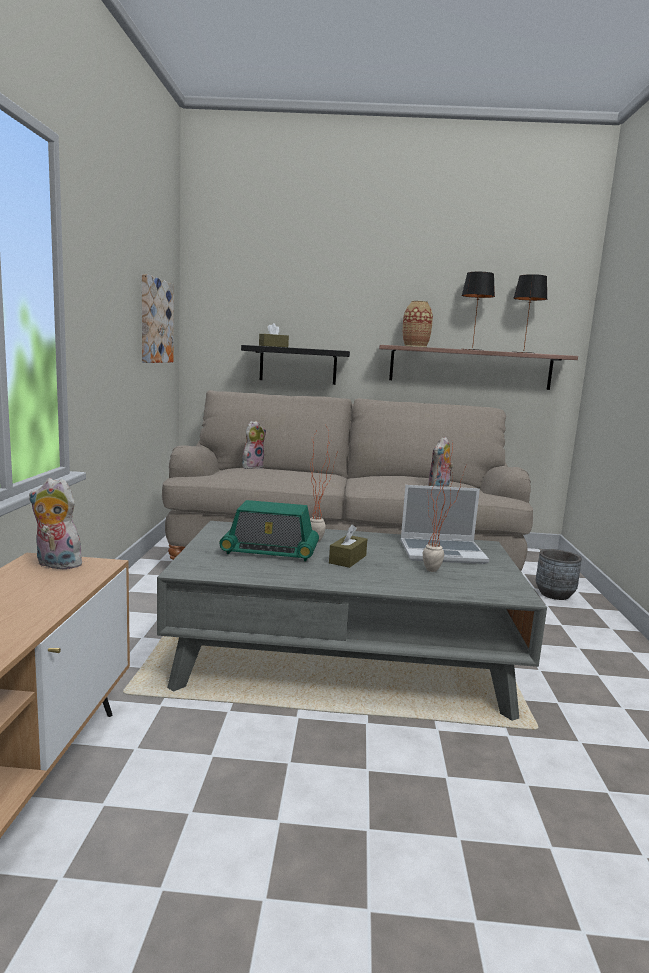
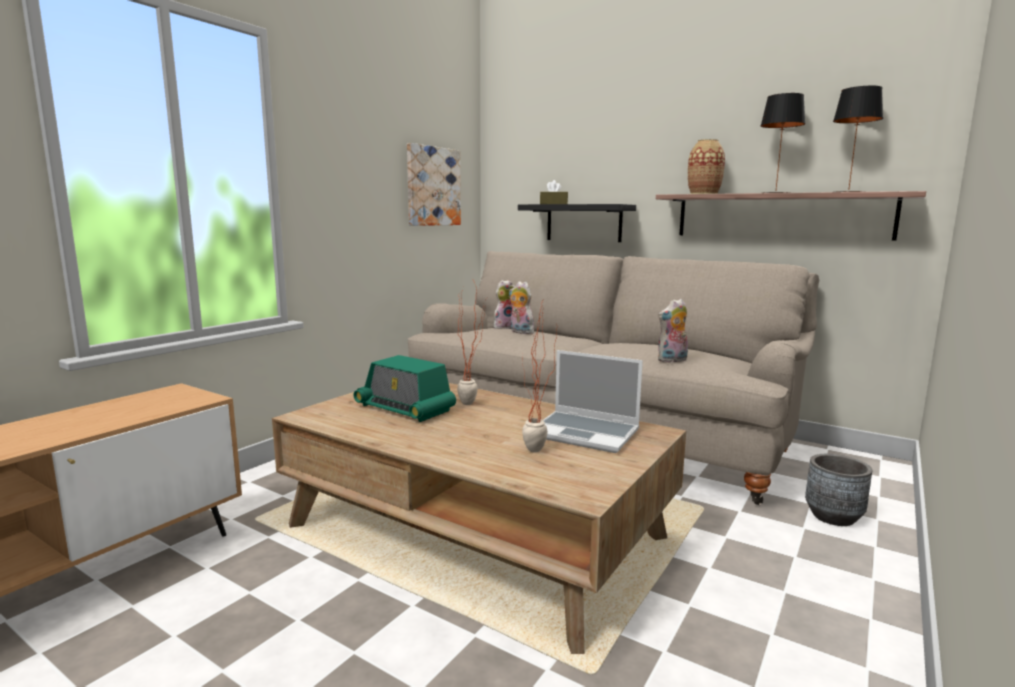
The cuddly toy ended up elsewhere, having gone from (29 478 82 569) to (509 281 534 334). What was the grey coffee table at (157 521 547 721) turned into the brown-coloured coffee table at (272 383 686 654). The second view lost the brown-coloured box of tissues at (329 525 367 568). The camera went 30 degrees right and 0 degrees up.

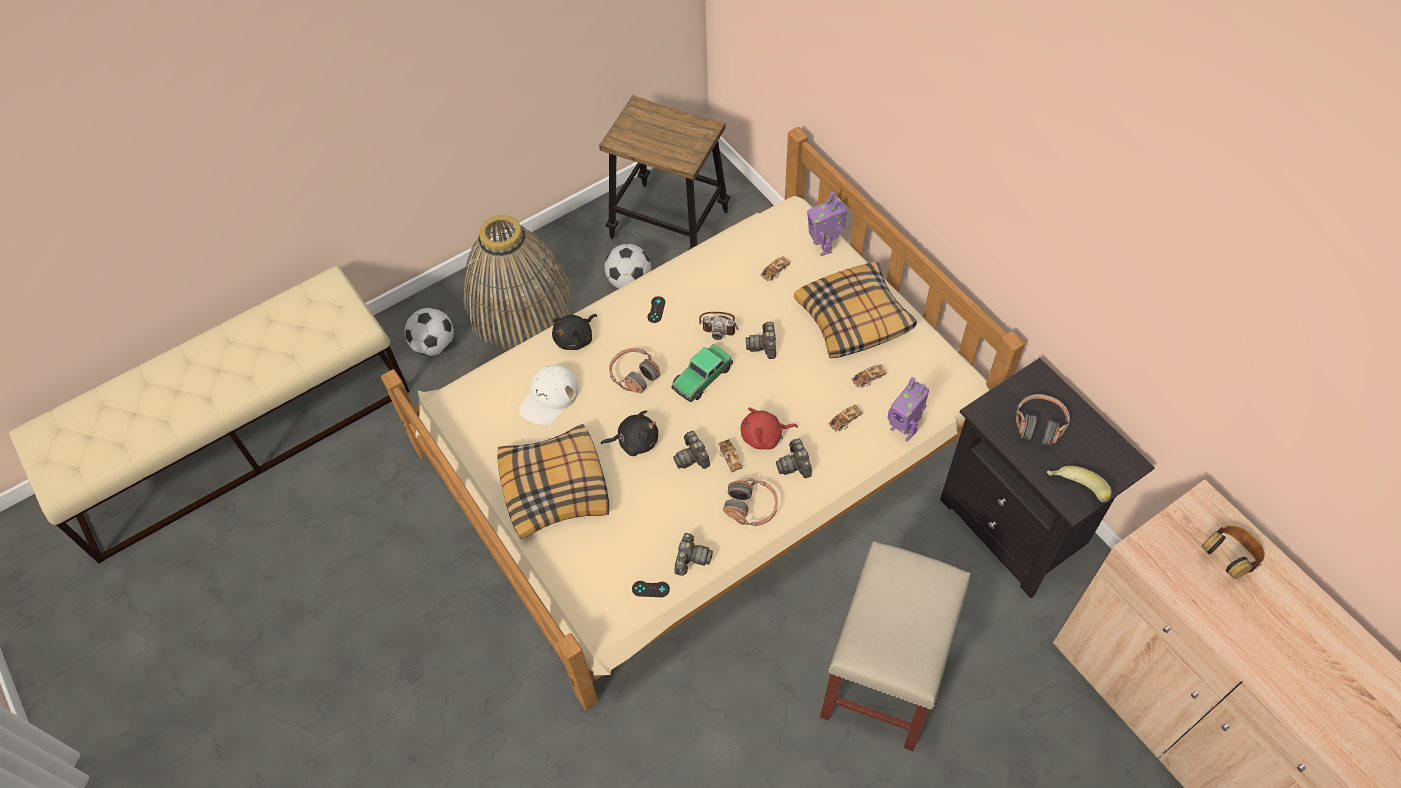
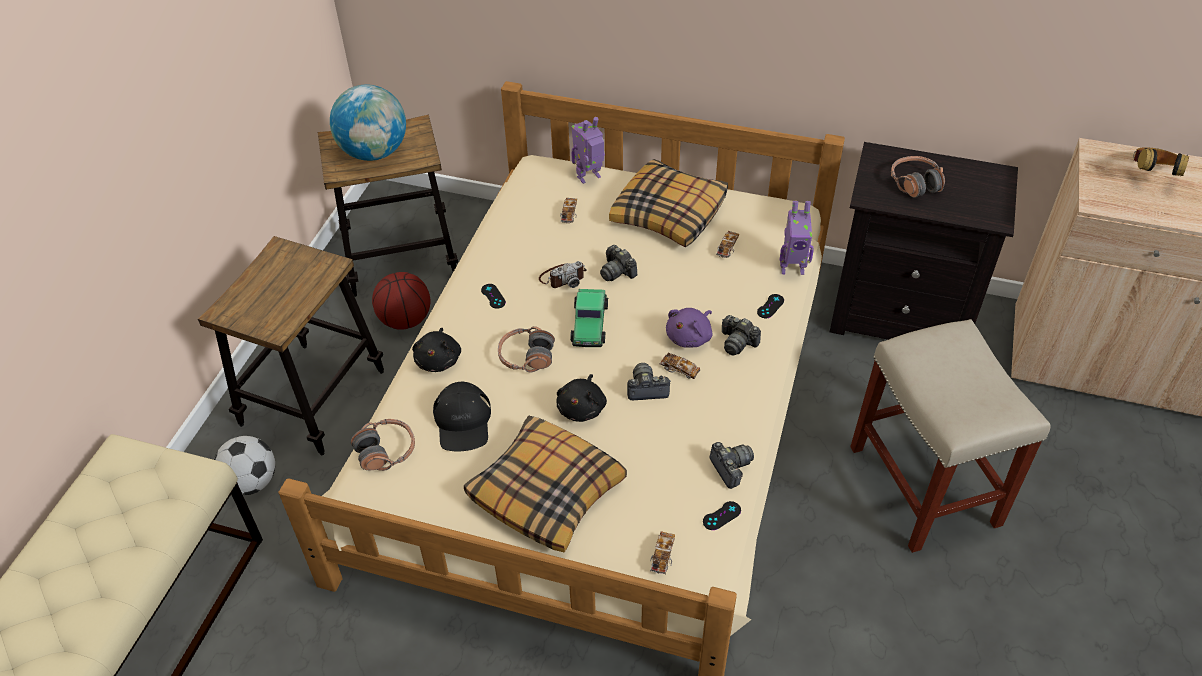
Where the household basket stood at (463 215 574 349), the stool came to stand at (198 236 384 455). What was the white-coloured baseball cap at (519 365 579 425) turned into the black baseball cap at (433 382 491 452). The black cuddly toy at (601 410 658 456) ended up facing another way, 150 degrees clockwise from before. Where the ball for football stood at (604 244 651 289), the ball for basketball came to stand at (372 272 430 330). The still camera at (673 431 710 469) ended up facing another way, 150 degrees clockwise from before. The headset ended up elsewhere, having gone from (723 478 778 526) to (351 419 415 471). What was the red-coloured cuddly toy at (741 408 798 449) turned into the purplish cuddly toy at (666 308 713 347). The robot figure at (807 191 847 256) ended up facing another way, 120 degrees clockwise from before. The toy car ended up elsewhere, having gone from (828 405 863 431) to (650 531 675 575). The second view lost the whole banana at (1047 466 1112 502). The second view gained the globe at (330 85 406 161). The second view gained the black game controller at (757 294 784 318). The camera went 40 degrees left and 10 degrees down.

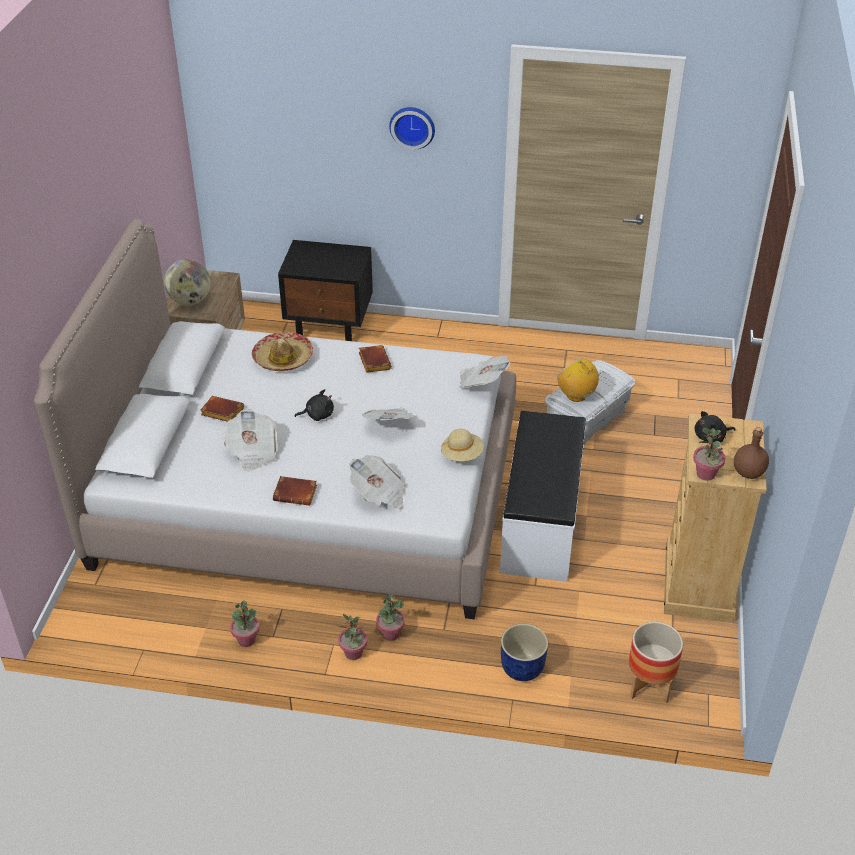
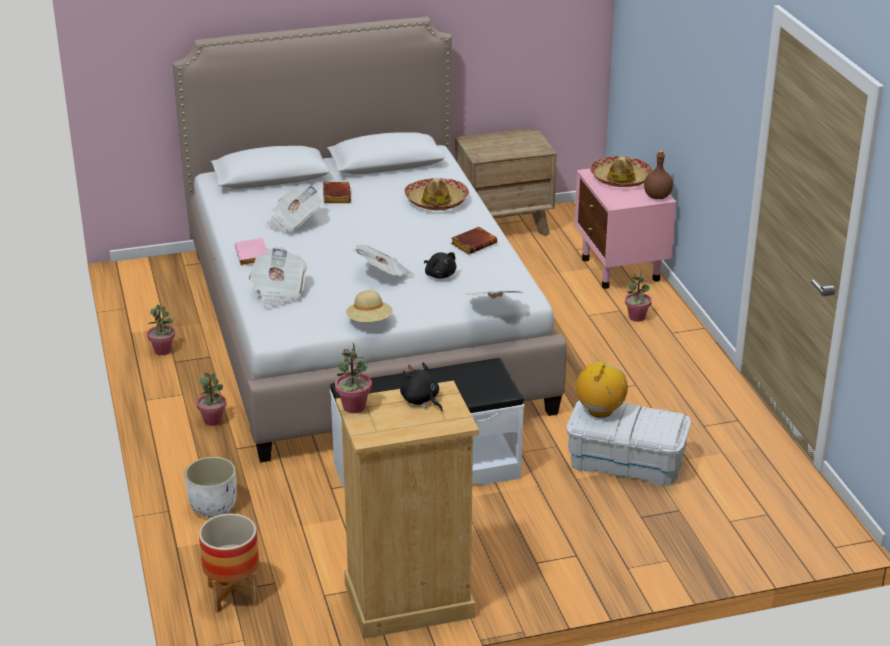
The second view lost the globe at (164 259 211 305). What was the brown-coloured book at (273 476 317 506) turned into the pink-coloured book at (235 238 267 266). What was the black nightstand at (278 240 373 341) turned into the pink-coloured nightstand at (574 169 677 289). The black cuddly toy ended up elsewhere, having gone from (295 389 334 421) to (424 252 457 279). The houseplant ended up elsewhere, having gone from (337 614 367 660) to (625 270 652 322). The second view lost the wall clock at (389 107 435 149). What was the bluish plant pot at (501 624 548 681) turned into the white-coloured plant pot at (184 457 237 517). The brown-coloured bottle ended up elsewhere, having gone from (734 427 769 479) to (644 150 673 199). The second view gained the wearable hat at (590 156 653 187). The camera went 65 degrees right and 10 degrees down.

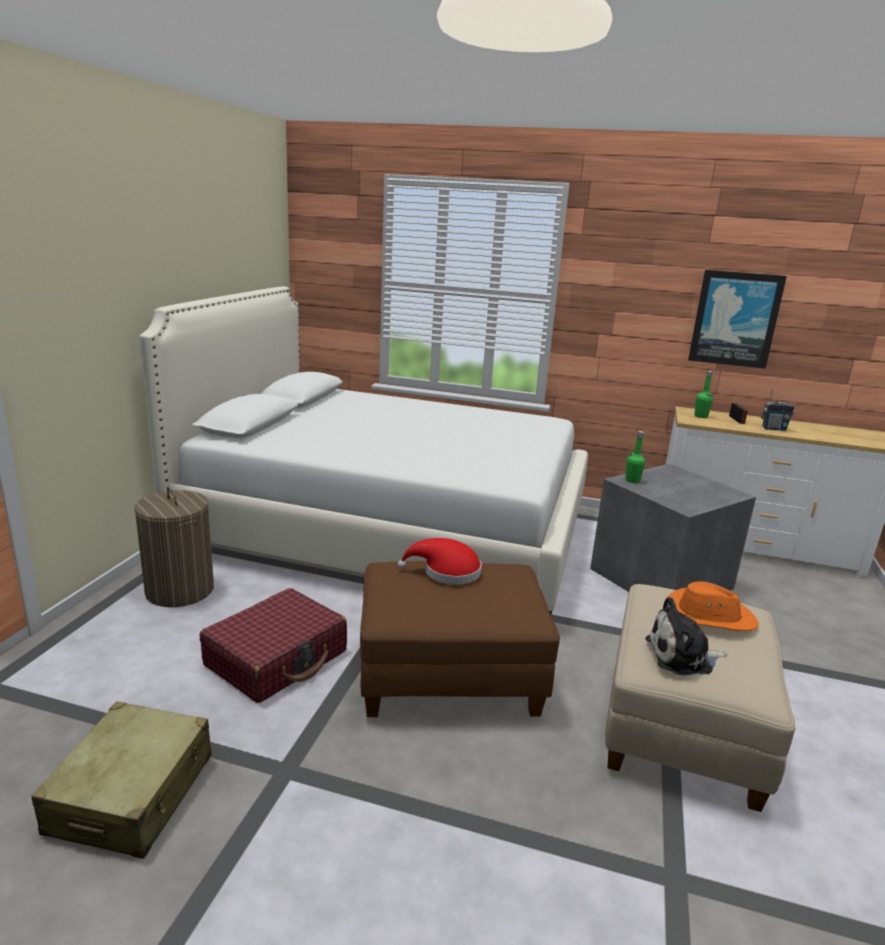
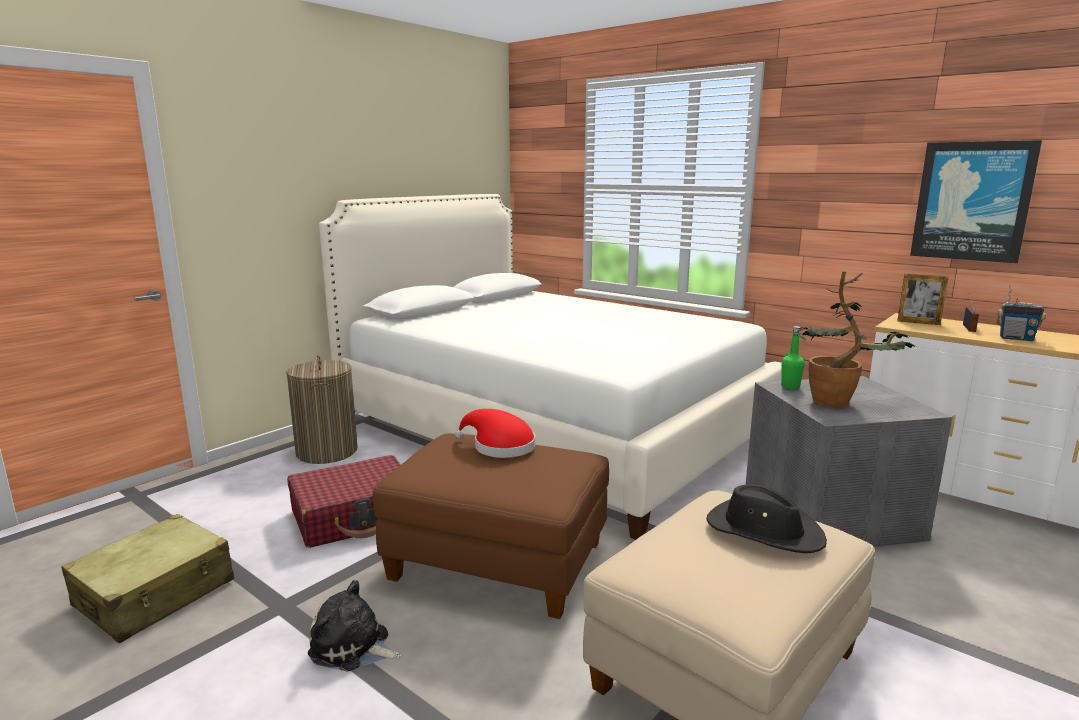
The cuddly toy ended up elsewhere, having gone from (645 597 727 675) to (308 580 401 672). What was the orange-coloured wearable hat at (665 582 759 631) turned into the black wearable hat at (706 484 827 553). Where the green-coloured bottle stood at (694 371 713 418), the picture frame came to stand at (897 273 949 325). The second view gained the houseplant at (796 271 915 408). The camera went 25 degrees right and 5 degrees down.

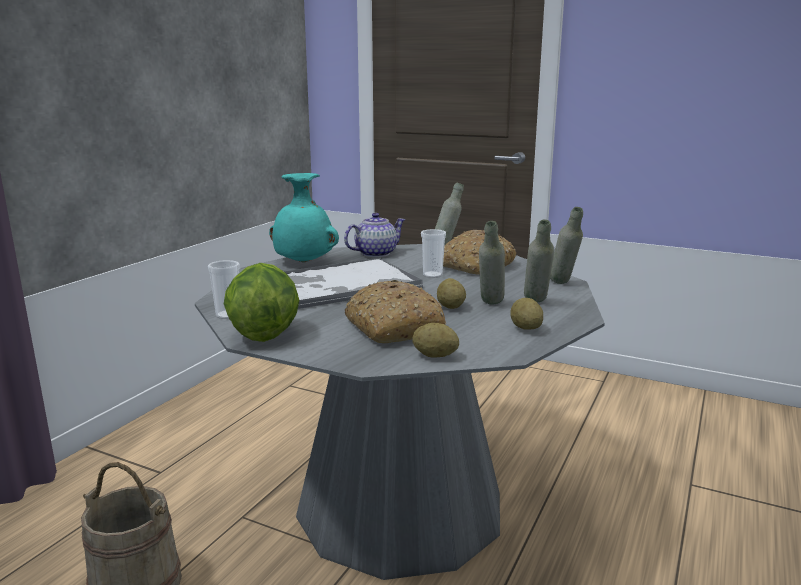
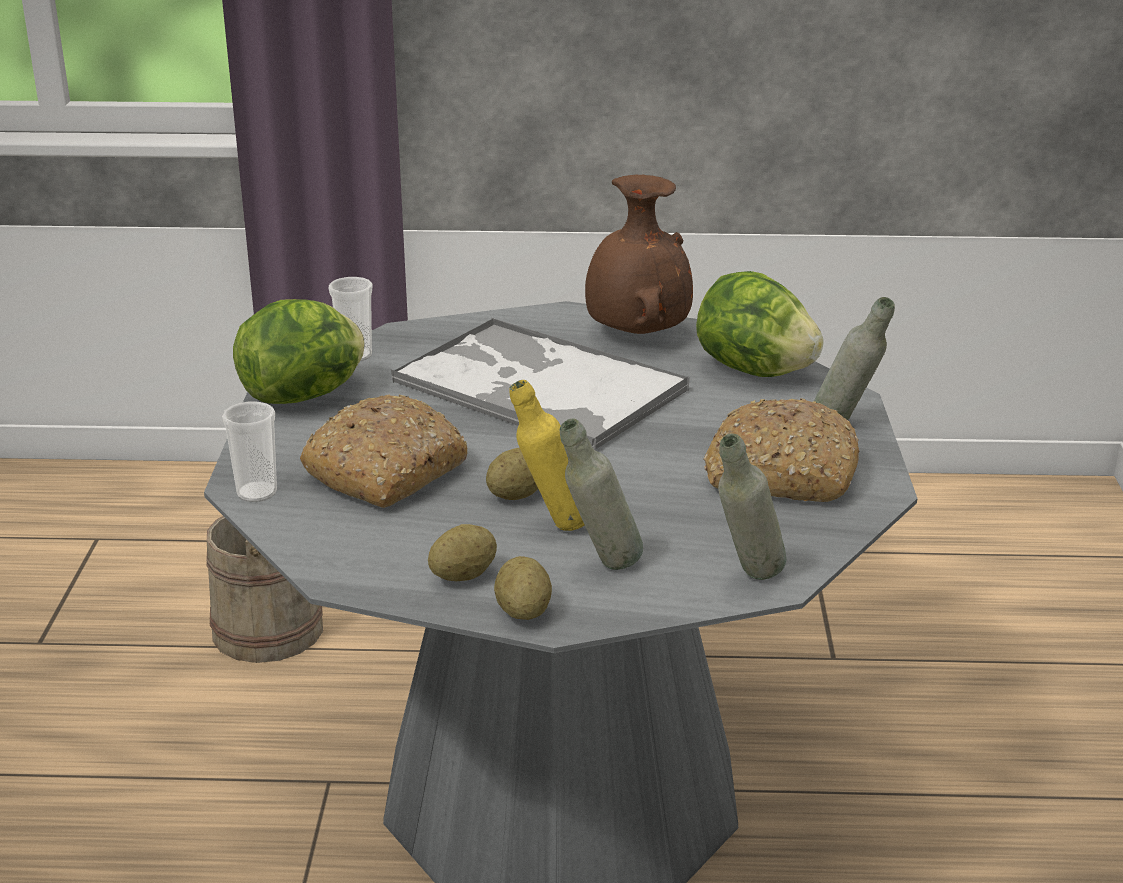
What was the turquoise flower vase at (269 173 339 263) turned into the brown-coloured flower vase at (585 174 693 334). Where the pot for tea stood at (344 213 406 257), the lettuce came to stand at (696 271 823 377). The spud ended up elsewhere, having gone from (412 323 459 358) to (494 556 552 620). The drinking cup ended up elsewhere, having gone from (421 229 446 278) to (222 402 277 502). What was the grey bottle at (479 221 505 305) turned into the yellow bottle at (509 380 584 531). The camera went 65 degrees right and 10 degrees up.

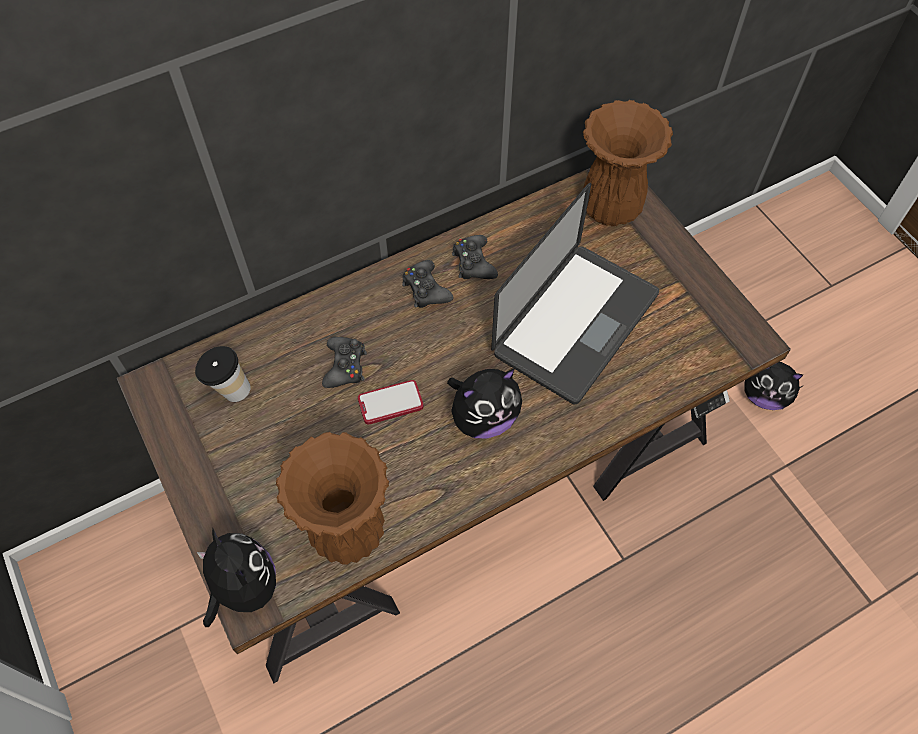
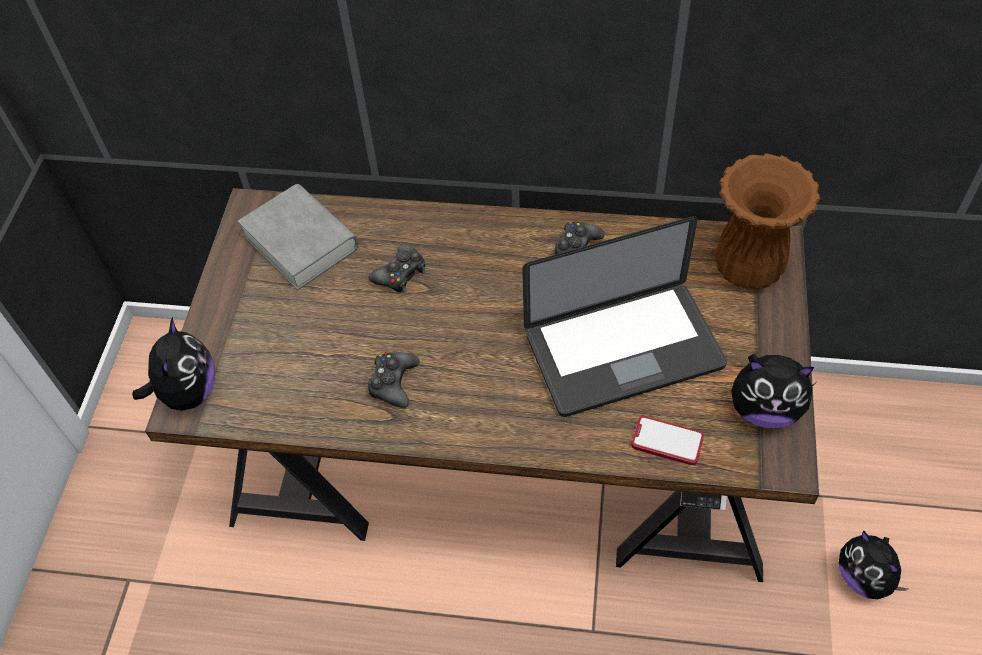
Where the drinking cup stood at (195 346 251 402), the grey book came to stand at (237 184 359 290). The second view lost the brown-coloured flower vase at (275 432 389 565). The telephone ended up elsewhere, having gone from (358 380 424 425) to (631 416 704 465). The black game controller ended up elsewhere, having gone from (402 260 454 308) to (368 352 420 408). The cuddly toy ended up elsewhere, having gone from (447 369 522 438) to (731 354 815 428). The camera went 40 degrees right and 5 degrees down.

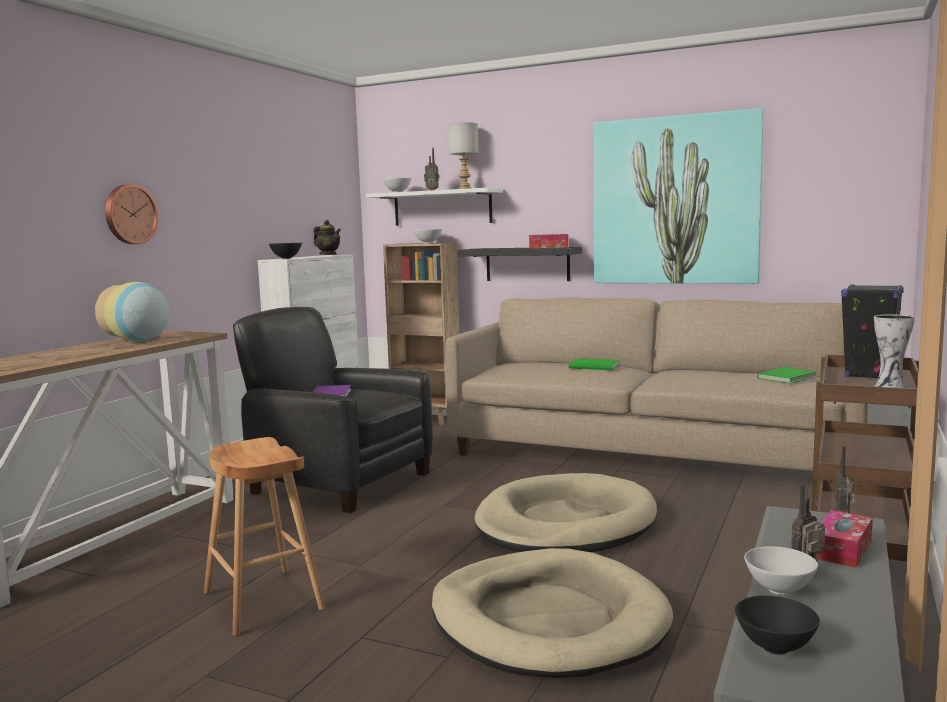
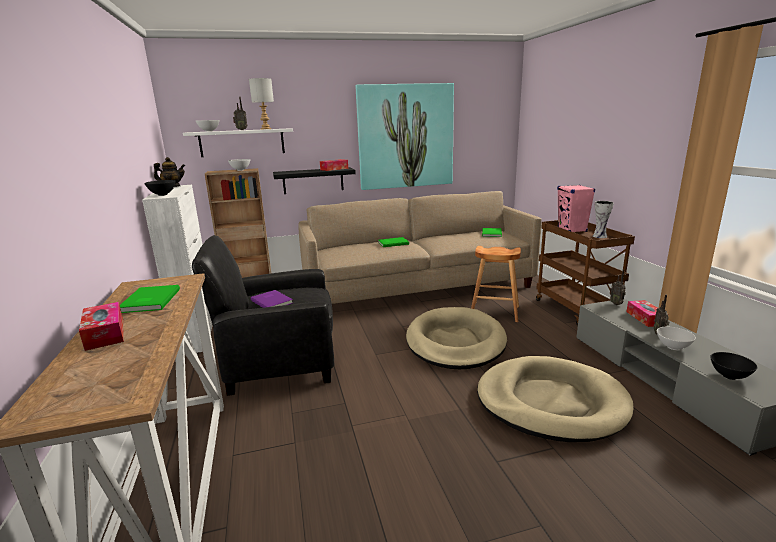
Where the flower vase stood at (95 282 170 342), the green-coloured book came to stand at (120 285 180 313). The second view lost the wall clock at (105 184 158 244). The brown-coloured stool ended up elsewhere, having gone from (204 437 326 636) to (471 246 521 322). What was the black speaker at (841 284 904 378) turned into the pink-coloured speaker at (557 185 595 232). The second view gained the box of tissues at (79 302 124 351). The camera went 40 degrees left and 10 degrees up.

